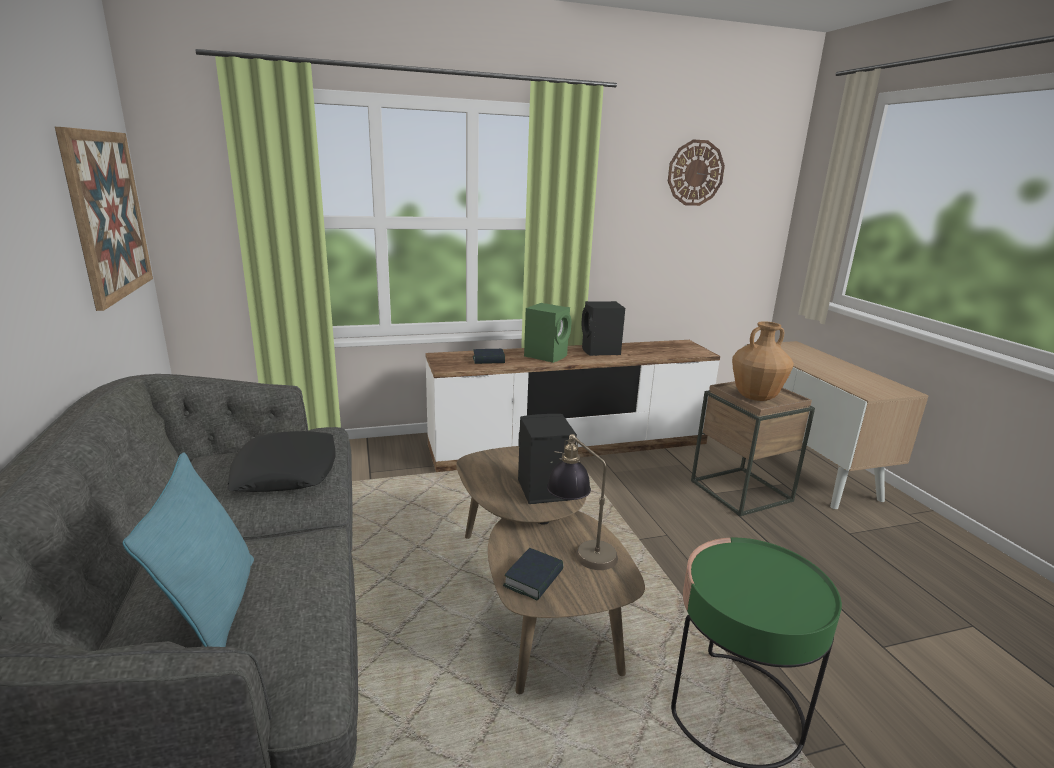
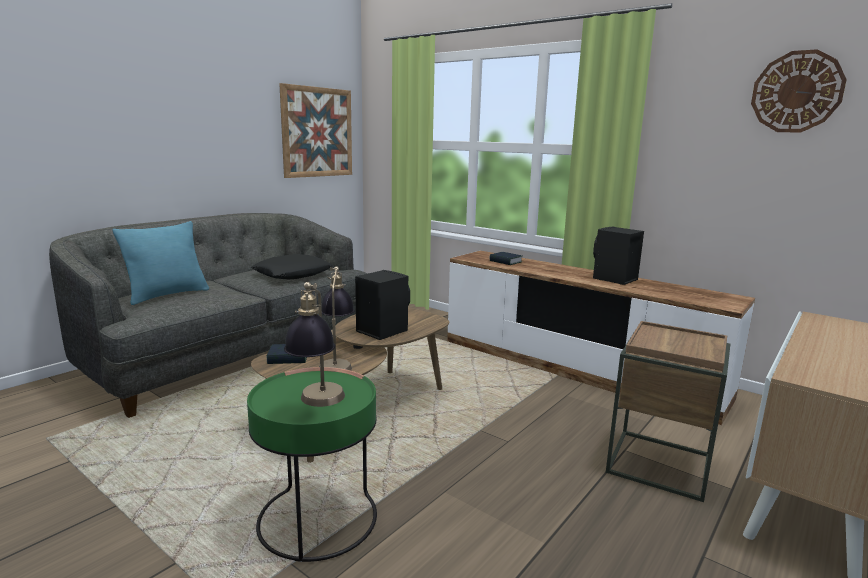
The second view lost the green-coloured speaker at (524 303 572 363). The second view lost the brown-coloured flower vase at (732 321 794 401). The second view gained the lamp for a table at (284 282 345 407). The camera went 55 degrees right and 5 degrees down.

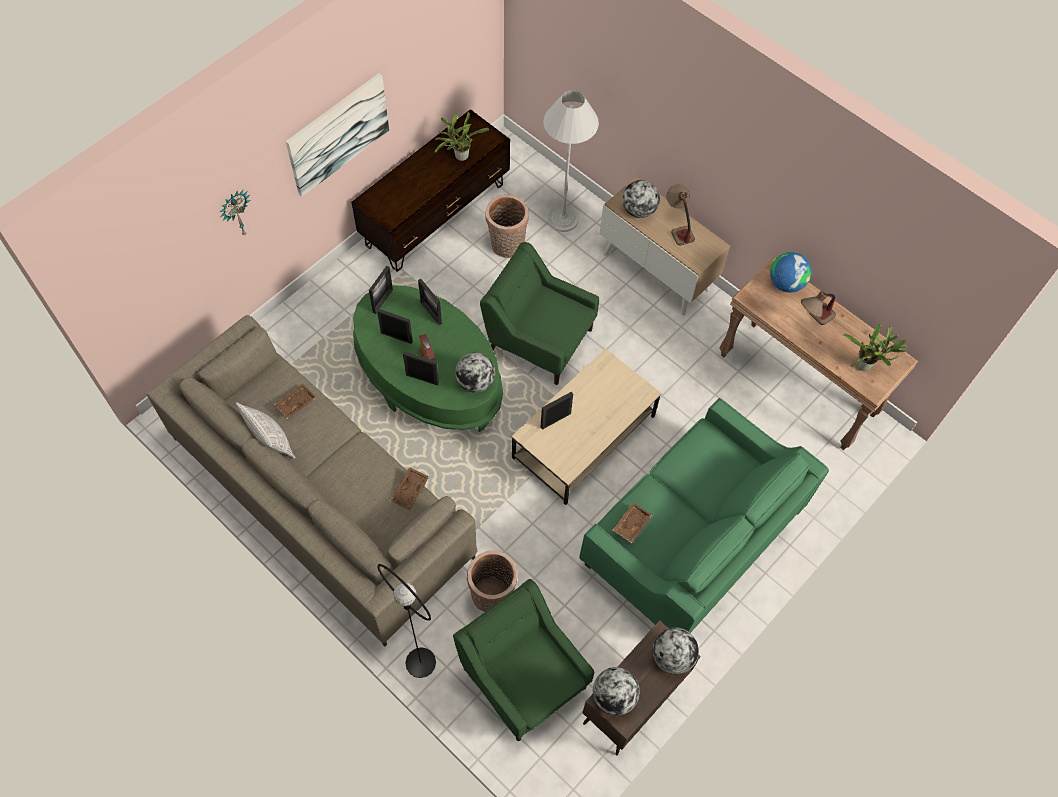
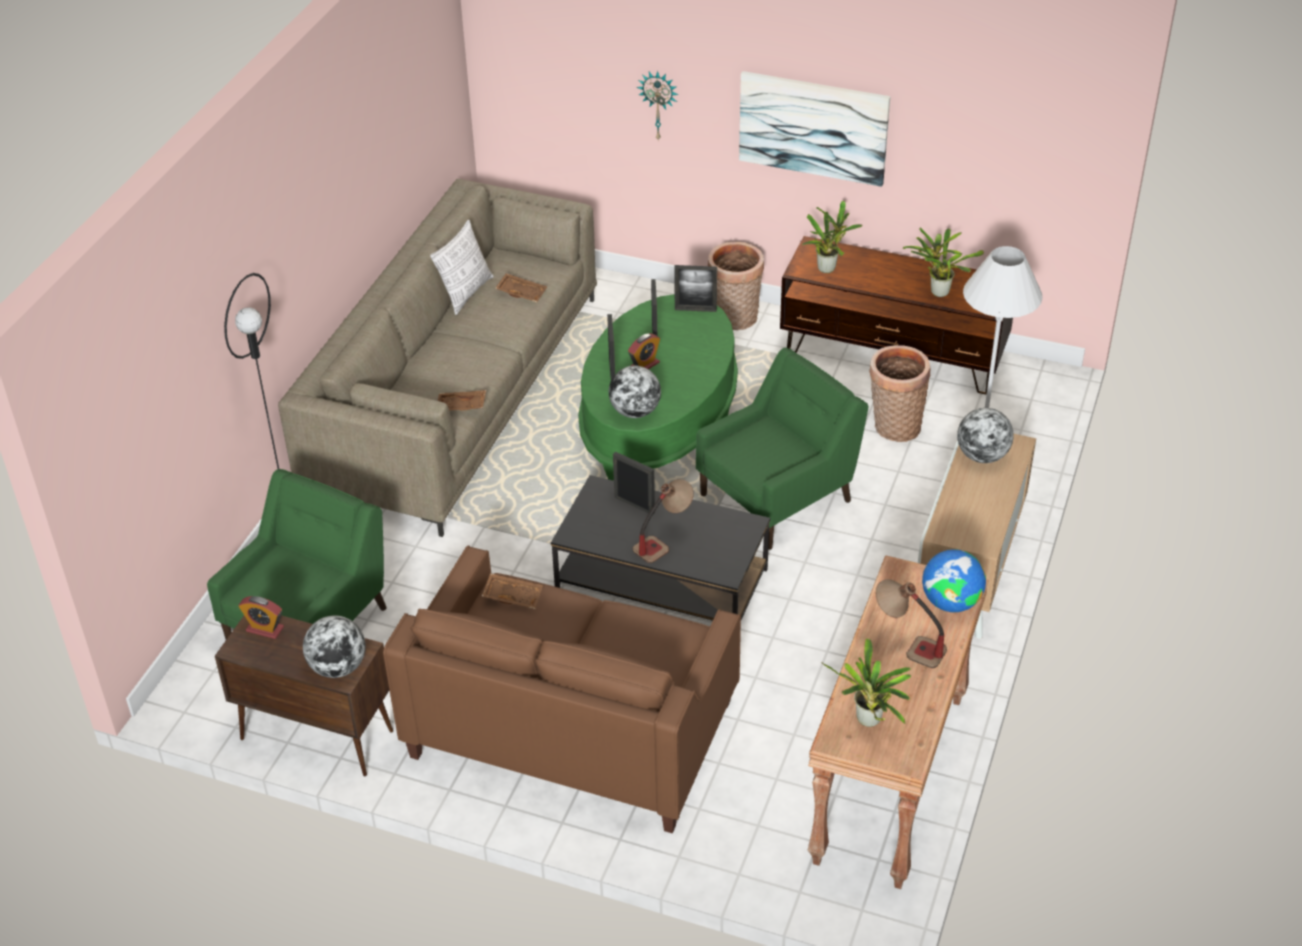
The second view lost the picture frame at (418 278 442 325). The household basket ended up elsewhere, having gone from (467 551 518 612) to (708 242 764 330). The green-coloured armchair at (480 242 599 385) ended up facing another way, 45 degrees clockwise from before. What was the beige-coloured coffee table at (512 348 661 505) turned into the black coffee table at (551 475 770 621). What was the green-coloured settee at (579 398 829 633) turned into the brown-coloured settee at (383 546 741 833). Where the globe stood at (593 667 640 716), the table clock came to stand at (238 596 284 639). The lamp for a table ended up elsewhere, having gone from (666 184 695 245) to (632 479 694 563). The second view gained the houseplant at (802 201 863 273). The camera went 70 degrees right and 20 degrees down.

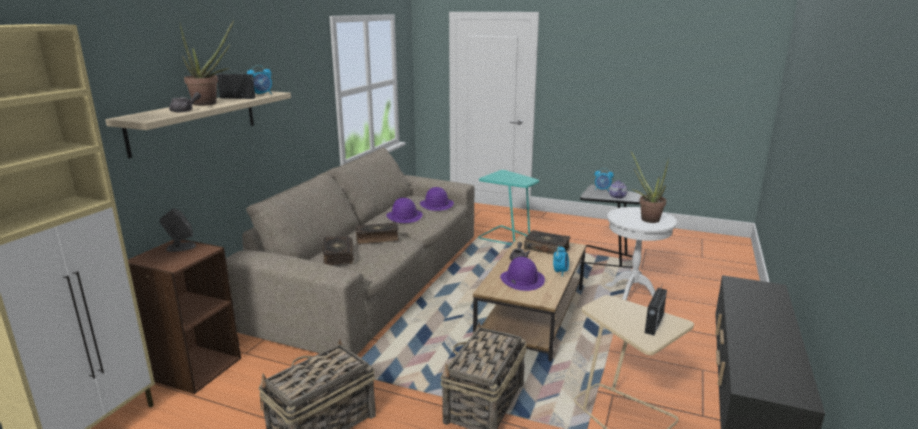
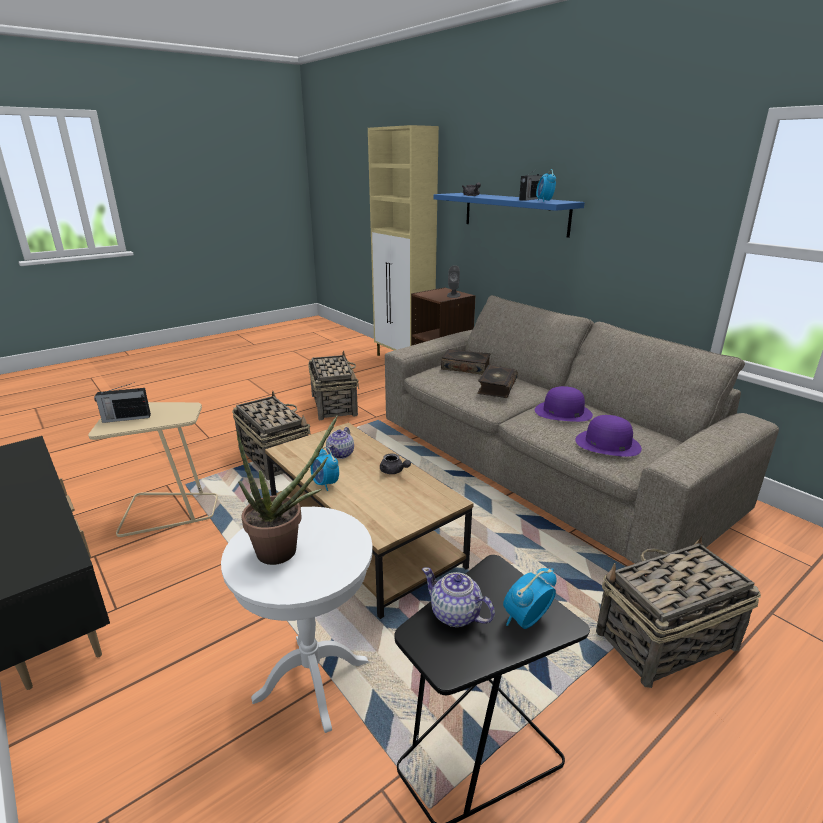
What was the beige-coloured bracket shelf at (105 91 291 158) turned into the bluish bracket shelf at (434 193 585 238). The second view lost the houseplant at (180 20 234 106). Where the turquoise accent table stood at (478 170 539 245), the household basket came to stand at (596 536 761 688). Where the purplish wearable hat stood at (500 257 545 291), the pot for tea came to stand at (326 427 354 459). The second view lost the book at (524 230 570 255). The radio at (645 283 667 335) ended up facing another way, 75 degrees counterclockwise from before. The camera went 120 degrees right and 5 degrees up.

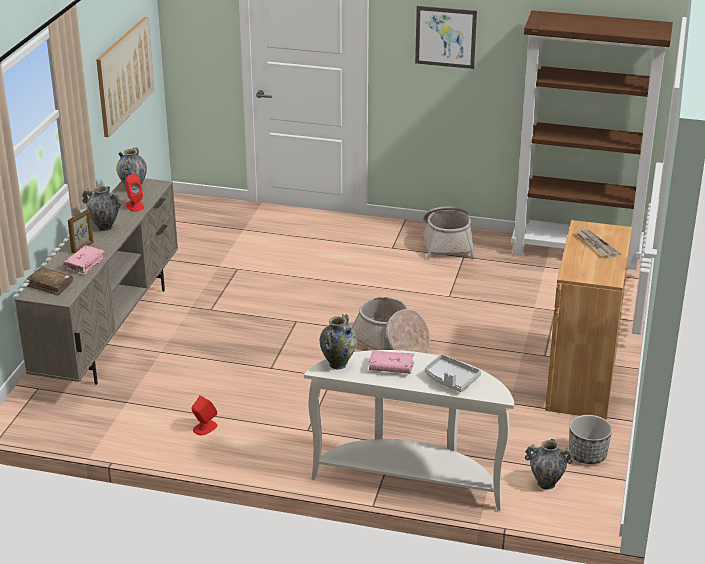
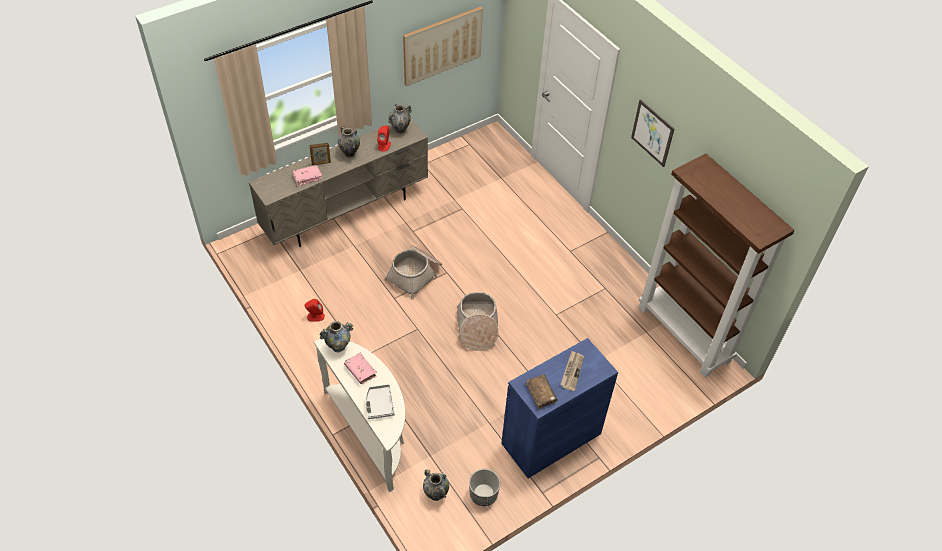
The brown-coloured book ended up elsewhere, having gone from (26 267 73 296) to (526 374 558 409). The household basket ended up elsewhere, having gone from (422 206 475 260) to (384 245 442 299). What was the brown-coloured cupboard at (545 220 632 420) turned into the bluish cupboard at (501 338 618 478). The camera went 40 degrees right and 20 degrees up.

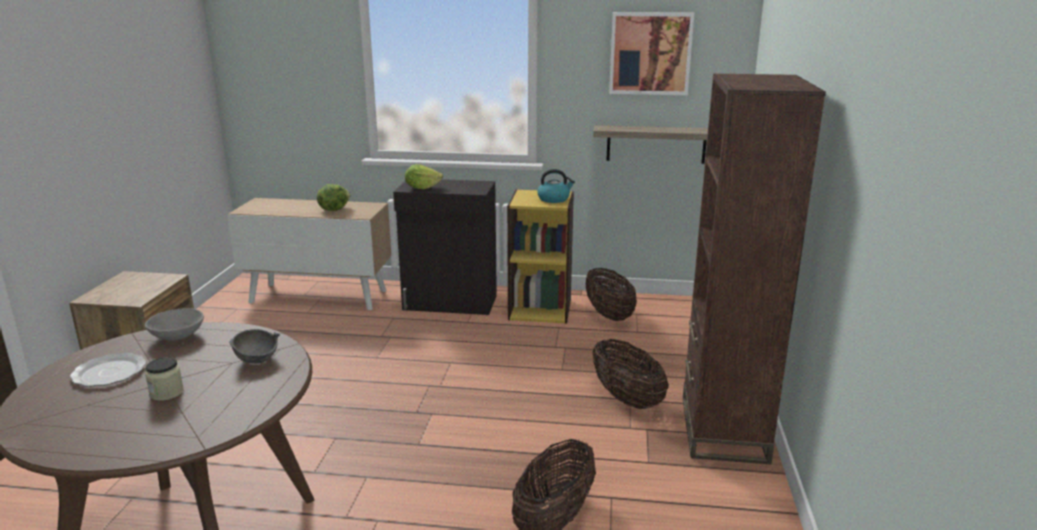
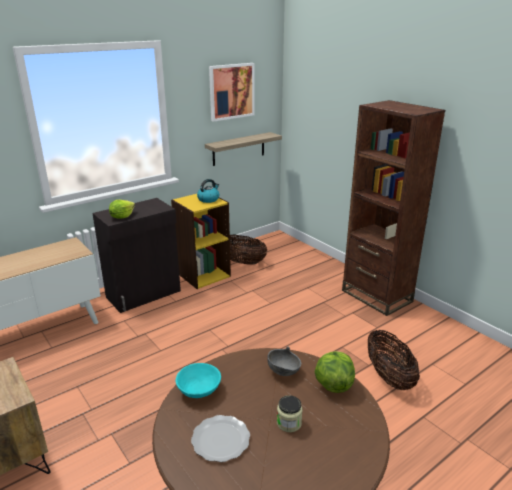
What was the grey bowl at (145 308 204 341) turned into the turquoise bowl at (176 363 221 398). The lettuce ended up elsewhere, having gone from (317 184 351 211) to (315 351 355 393). The second view lost the household basket at (593 339 669 409). The camera went 45 degrees left and 5 degrees up.

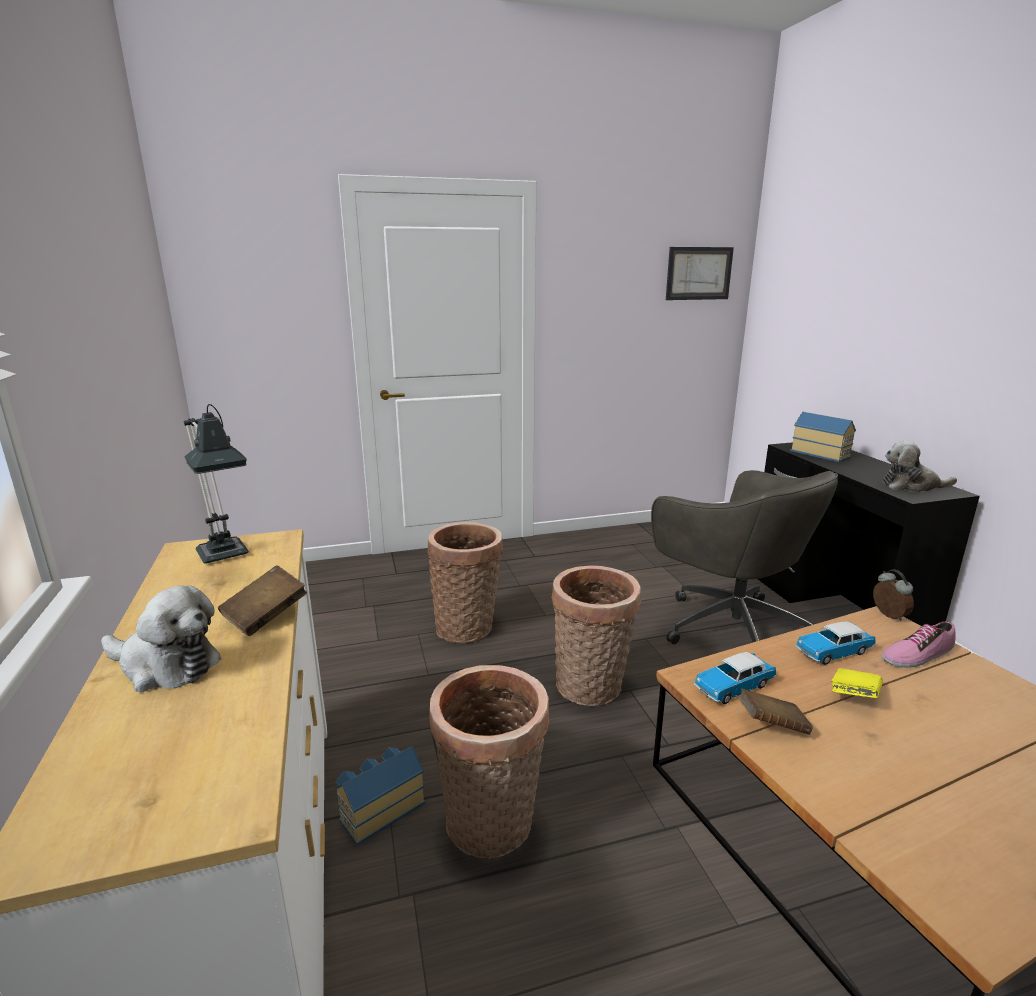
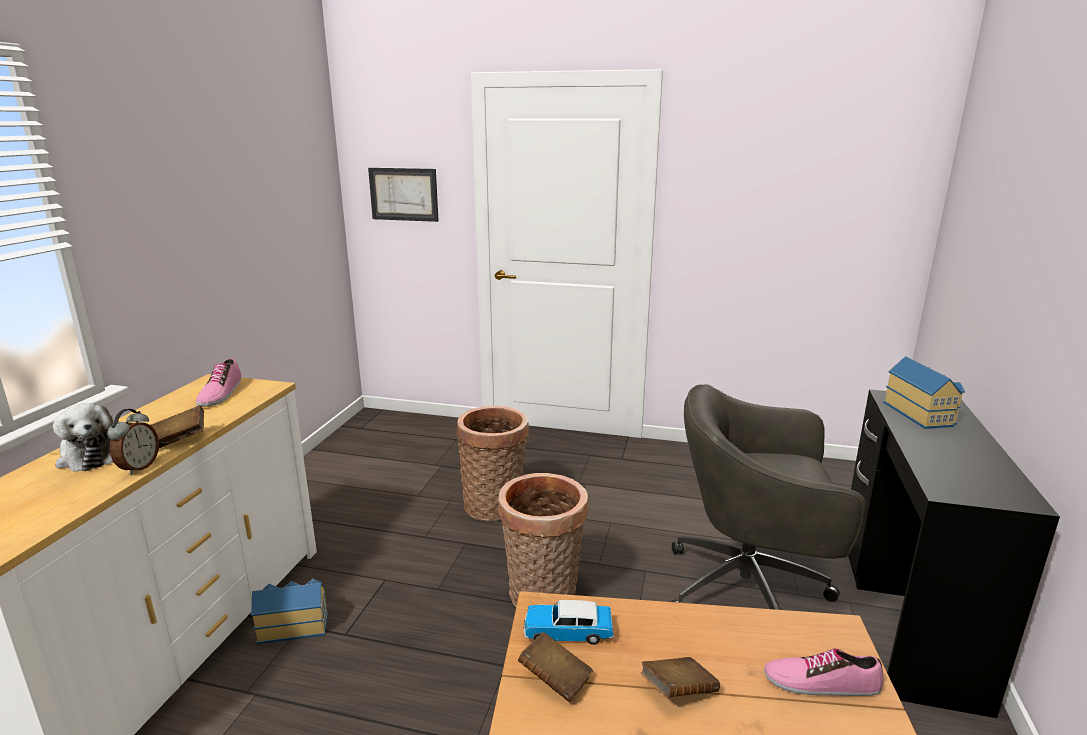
Where the lamp for a table stood at (184 404 249 564), the low shoe came to stand at (196 358 241 407). The second view lost the household basket at (429 665 549 858). The grey desk chair at (651 470 838 644) ended up facing another way, 105 degrees clockwise from before. The wall art ended up elsewhere, having gone from (666 247 734 300) to (368 168 439 222). The second view lost the toy car at (795 621 876 665). What was the yellow book at (831 668 883 698) turned into the brown-coloured book at (640 657 720 698). The table clock ended up elsewhere, having gone from (873 569 914 622) to (107 409 159 475). The second view lost the cuddly toy at (883 441 957 492). The camera went 30 degrees right and 0 degrees up.

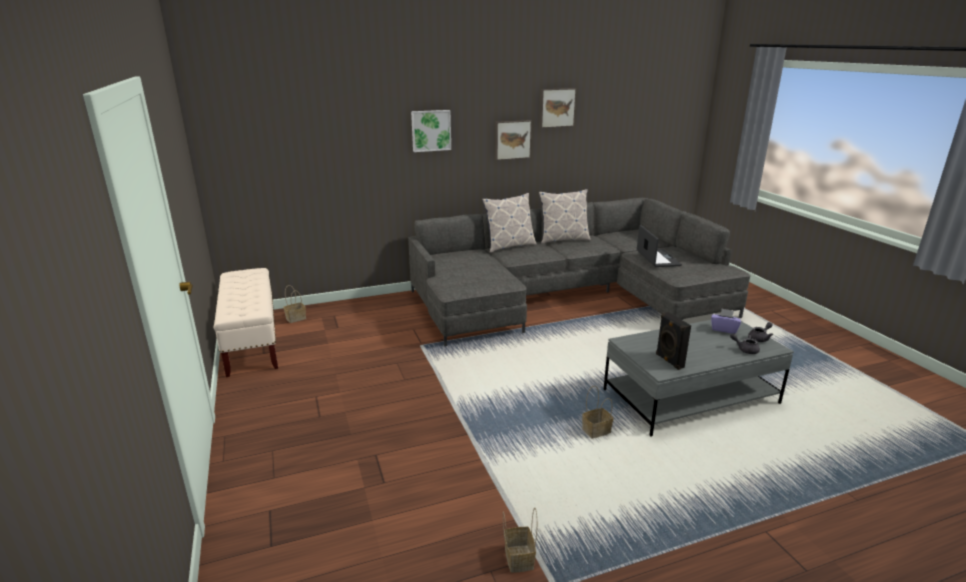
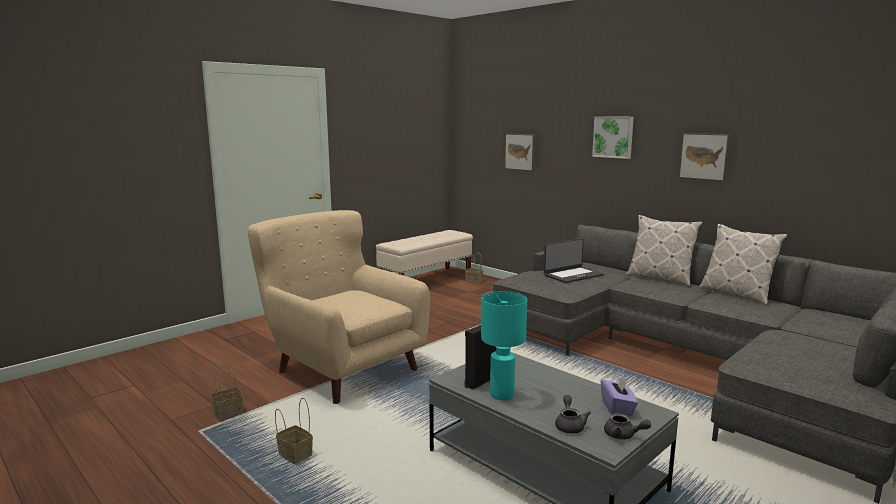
The wall art ended up elsewhere, having gone from (540 88 576 128) to (505 134 536 171). The household basket ended up elsewhere, having gone from (582 386 613 438) to (275 398 313 464). The notebook computer ended up elsewhere, having gone from (637 225 682 267) to (543 238 604 283). The second view gained the beige-coloured armchair at (248 210 430 404). The second view gained the turquoise lamp for a table at (481 291 527 400). The camera went 65 degrees right and 10 degrees down.

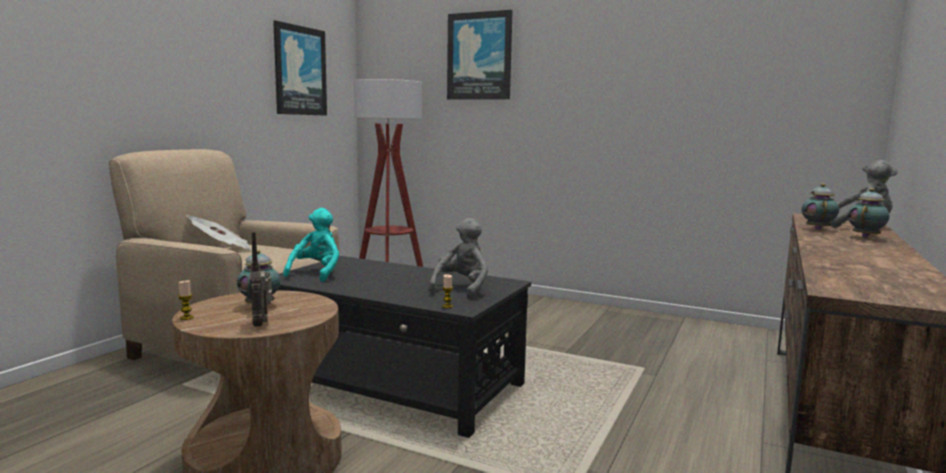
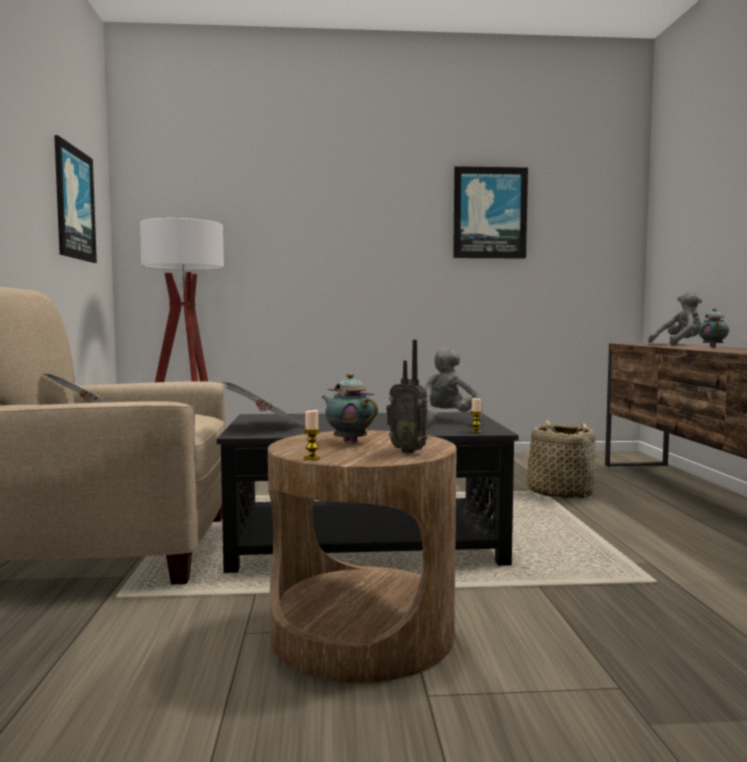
Where the turquoise cuddly toy stood at (283 208 339 282), the newspaper came to stand at (222 382 305 425). The wall art ended up elsewhere, having gone from (447 10 513 99) to (453 166 528 259). The second view lost the pot for tea at (801 184 839 230). The second view gained the household basket at (527 418 596 499). The camera went 30 degrees left and 5 degrees down.

